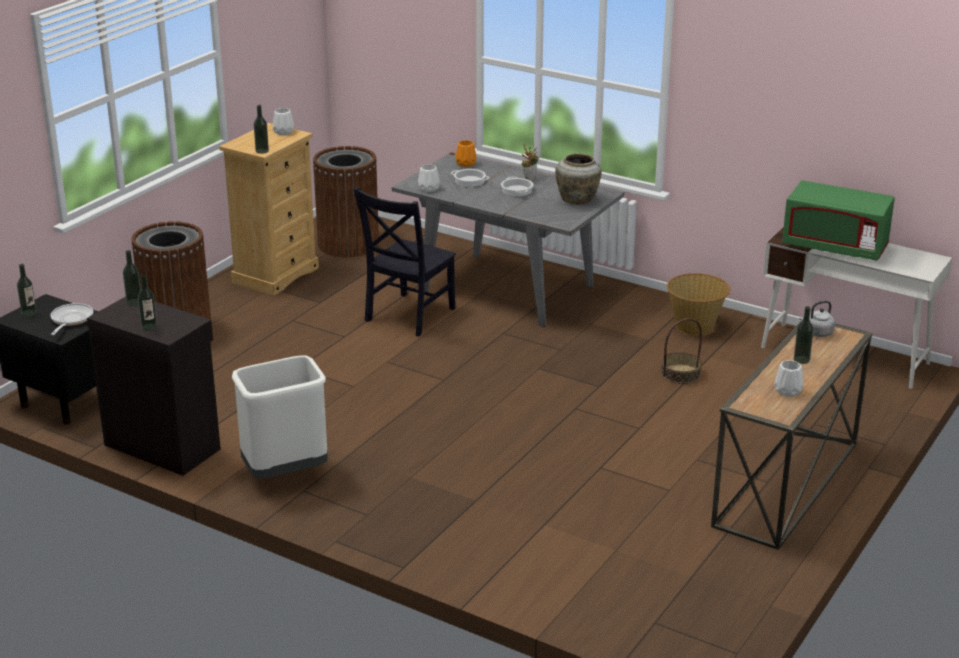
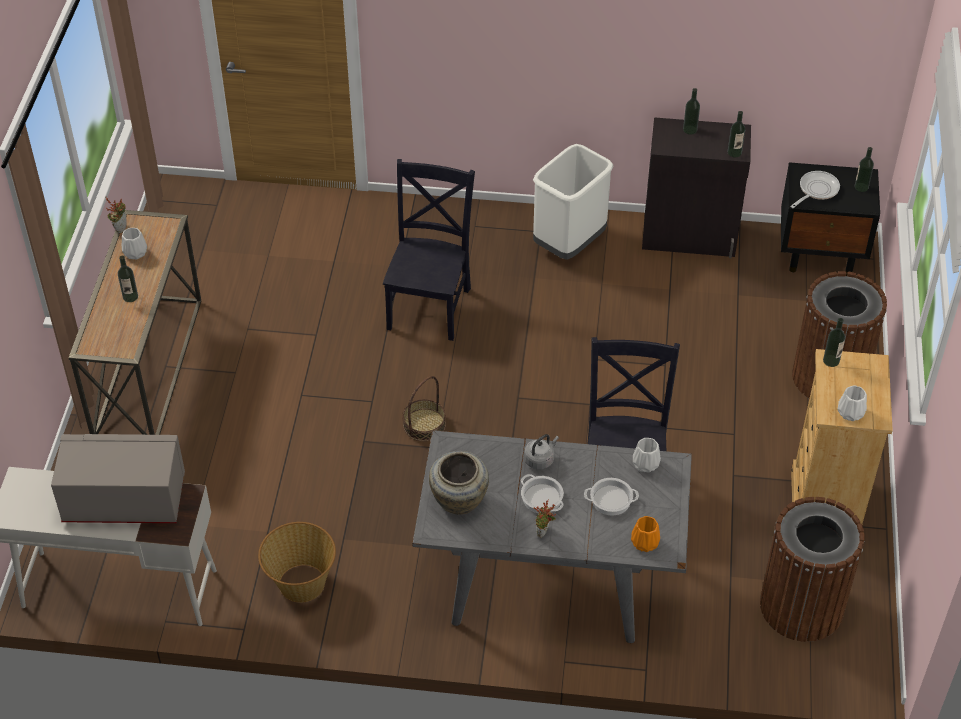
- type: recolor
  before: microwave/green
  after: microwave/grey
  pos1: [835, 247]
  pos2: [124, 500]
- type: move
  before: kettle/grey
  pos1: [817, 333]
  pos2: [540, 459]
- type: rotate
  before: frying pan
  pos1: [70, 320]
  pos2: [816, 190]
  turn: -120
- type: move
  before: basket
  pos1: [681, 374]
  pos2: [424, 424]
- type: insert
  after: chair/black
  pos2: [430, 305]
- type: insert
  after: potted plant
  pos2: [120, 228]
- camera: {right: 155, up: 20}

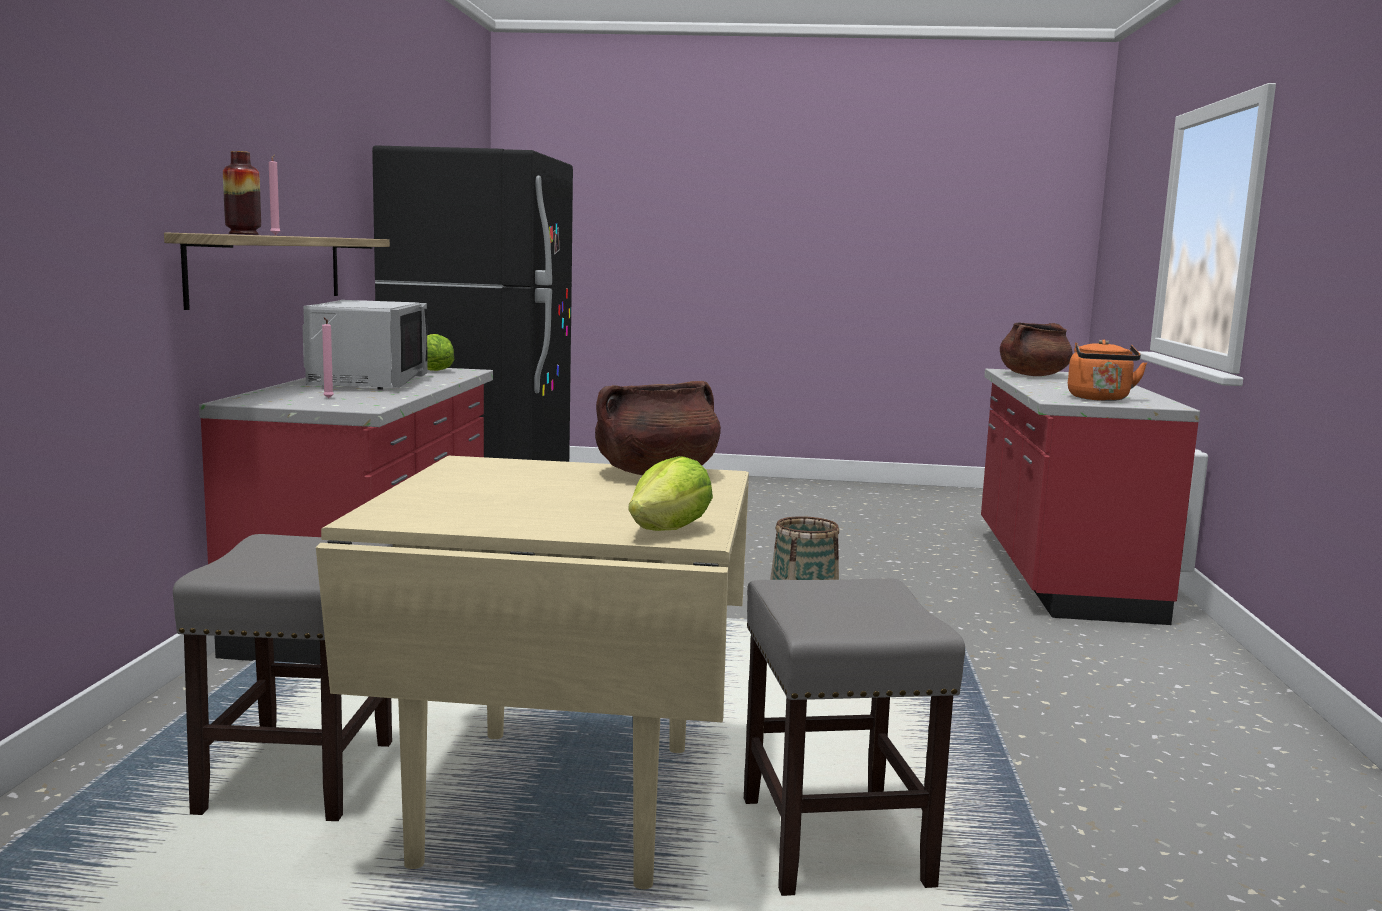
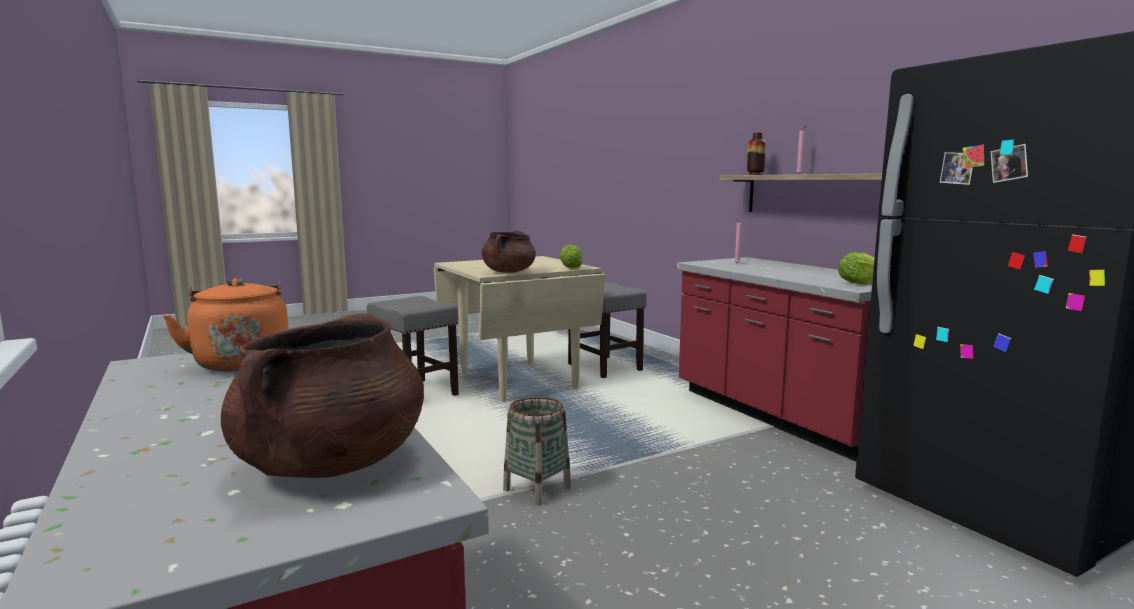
- type: delete
  before: microwave/grey
  pos1: [367, 382]
- type: move
  before: lettuce
  pos1: [670, 530]
  pos2: [570, 268]
- camera: {right: 145, up: 0}

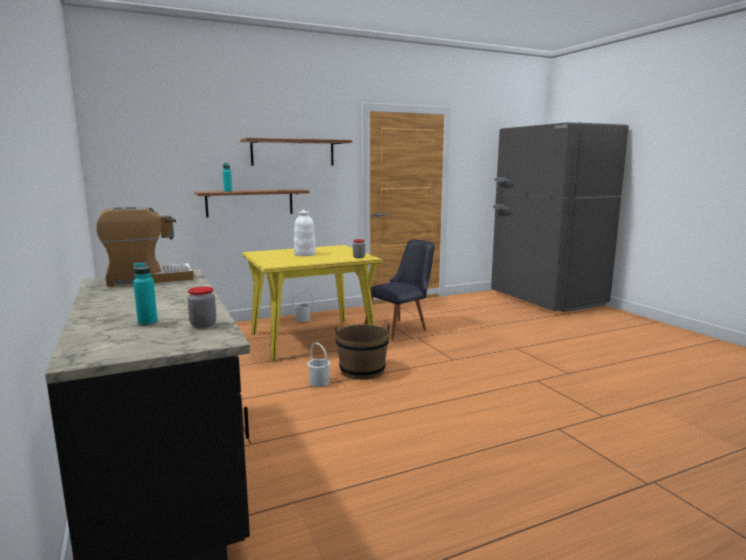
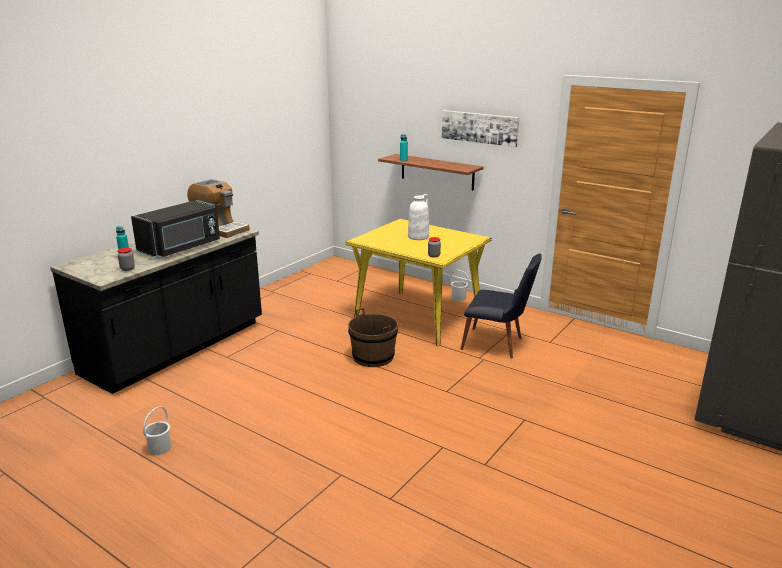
- type: replace
  before: shelf
  after: picture
  pos1: [293, 153]
  pos2: [479, 127]
- type: move
  before: bucket/white
  pos1: [319, 382]
  pos2: [160, 448]
- type: insert
  after: microwave/black
  pos2: [182, 247]
- camera: {right: 60, up: 10}

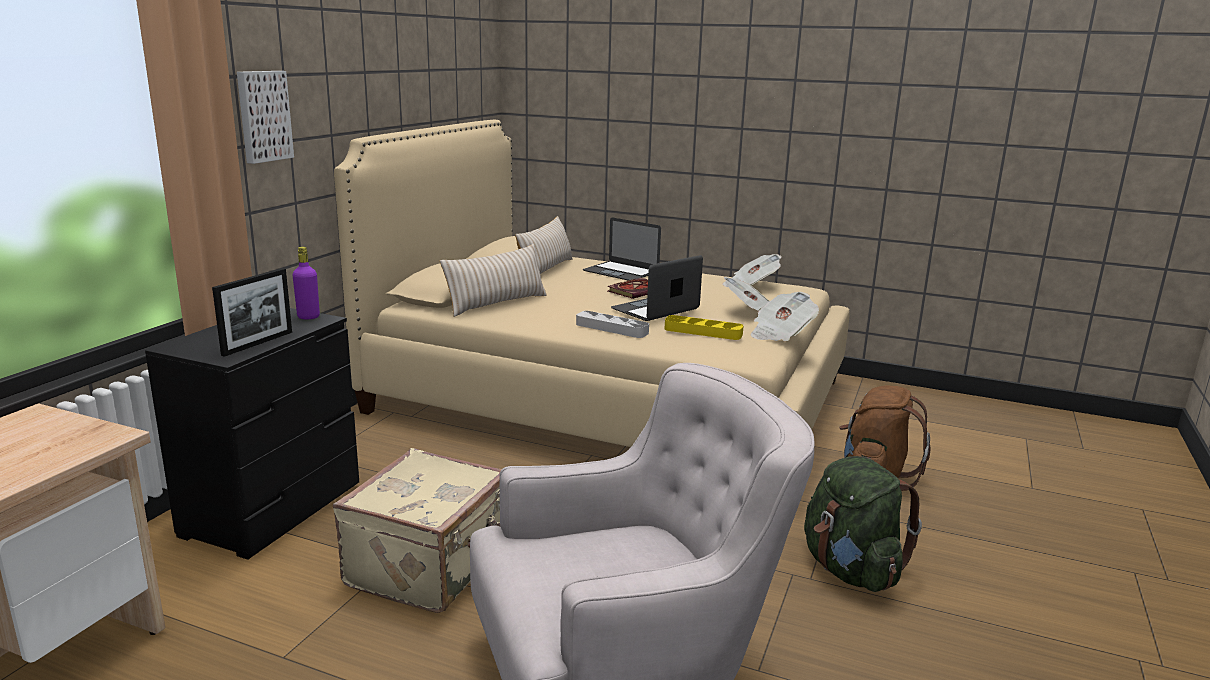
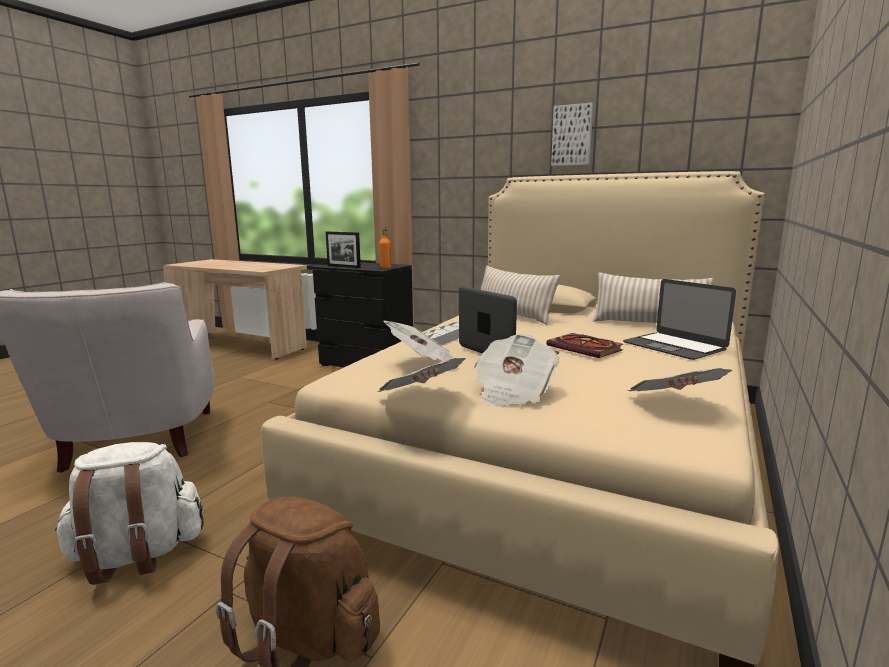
- type: move
  before: picture
  pos1: [263, 116]
  pos2: [572, 135]
- type: rotate
  before: laptop
  pos1: [621, 271]
  pos2: [674, 346]
  turn: -75
- type: recolor
  before: bottle/purple
  after: bottle/orange
  pos1: [308, 317]
  pos2: [385, 268]
- type: replace
  before: tray/yellow
  after: newspaper
  pos1: [703, 332]
  pos2: [423, 362]
- type: delete
  before: suitcase/beige
  pos1: [431, 566]
- type: recolor
  before: backpack/green
  after: backpack/white
  pos1: [850, 570]
  pos2: [137, 555]
- camera: {right: 95, up: -5}

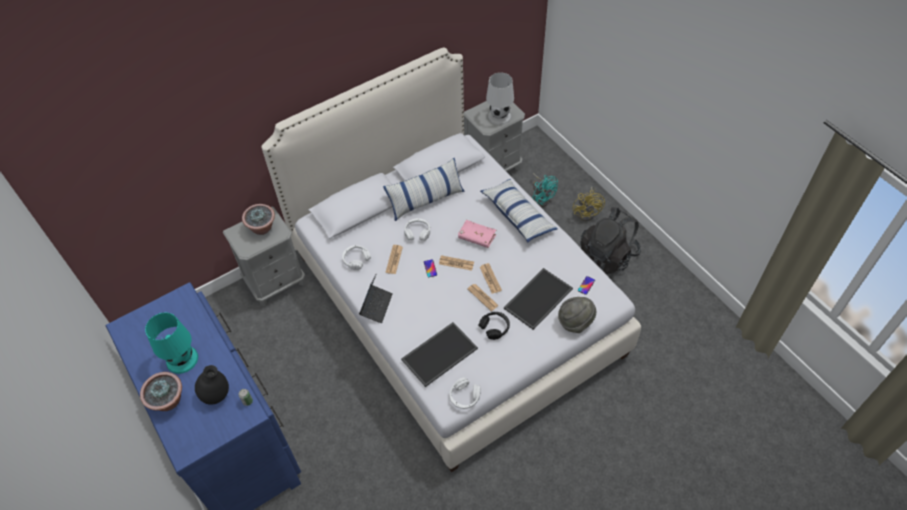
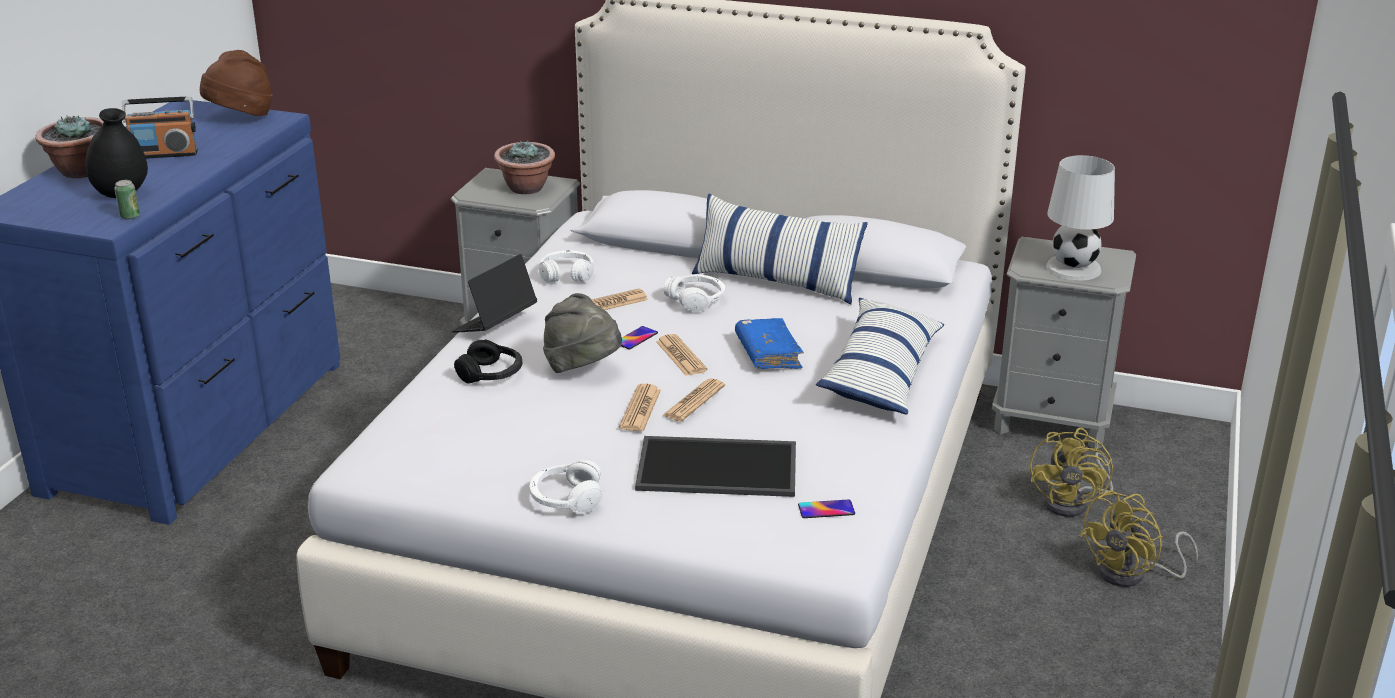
- type: recolor
  before: fan/turquoise
  after: fan/yellow
  pos1: [541, 197]
  pos2: [1073, 503]
- type: delete
  before: backpack/black
  pos1: [608, 255]
- type: recolor
  before: book/pink
  after: book/blue
  pos1: [477, 237]
  pos2: [768, 354]
- type: rotate
  before: laptop
  pos1: [376, 306]
  pos2: [495, 324]
  turn: 150
- type: move
  before: hat/grey
  pos1: [575, 321]
  pos2: [583, 369]
- type: move
  before: headphones/black
  pos1: [495, 327]
  pos2: [491, 374]
- type: replace
  before: table lamp/turquoise
  after: radio
  pos1: [182, 359]
  pos2: [165, 154]
- type: delete
  before: tray
  pos1: [439, 353]
- type: move
  before: headphones/white
  pos1: [464, 397]
  pos2: [566, 498]
- type: insert
  after: hat/brown
  pos2: [241, 117]
- camera: {right: 50, up: -25}

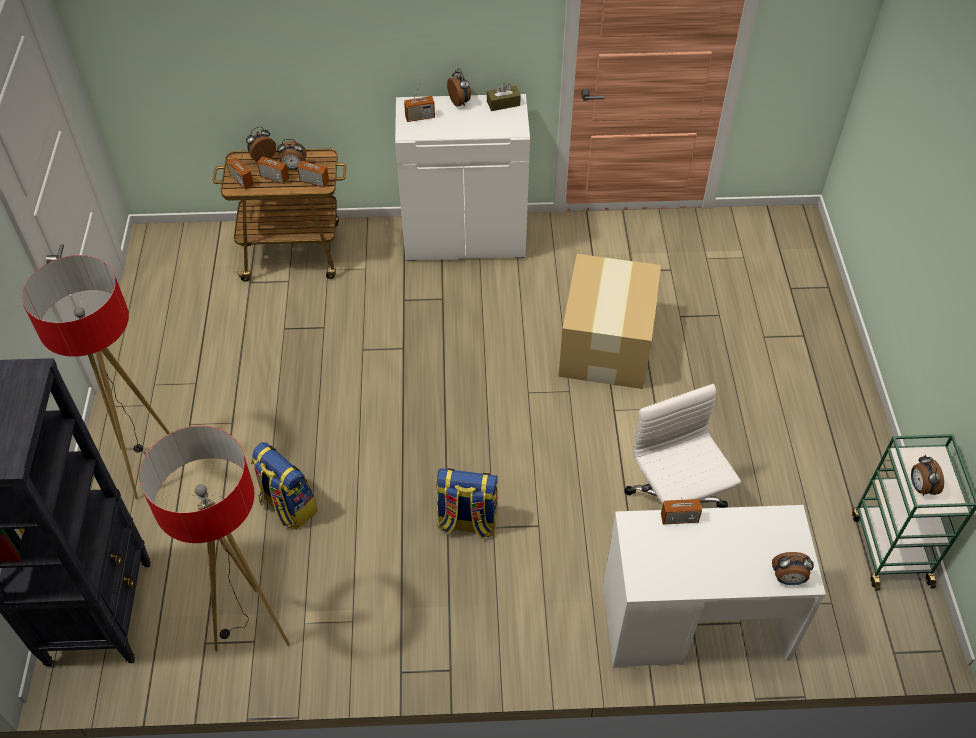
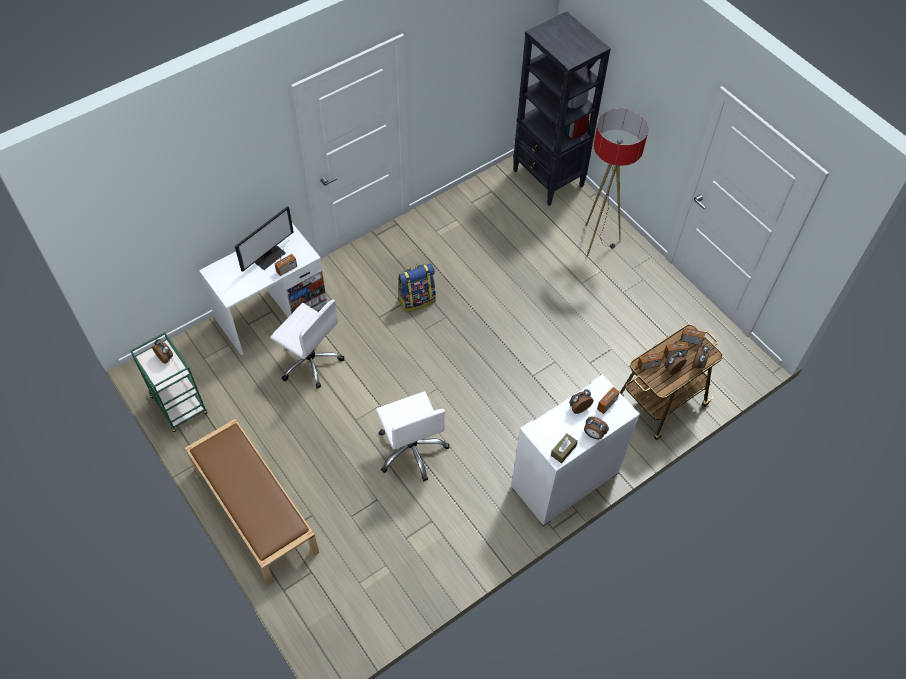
- type: replace
  before: cardboard box
  after: office chair/white
  pos1: [607, 343]
  pos2: [412, 449]
- type: delete
  before: floor lamp
  pos1: [253, 628]
- type: delete
  before: backpack
  pos1: [287, 506]
- type: move
  before: alarm clock
  pos1: [788, 579]
  pos2: [578, 407]
- type: insert
  after: monitor
  pos2: [268, 256]
- type: insert
  after: bench/brown
  pos2: [254, 509]
- camera: {right: 145, up: 5}

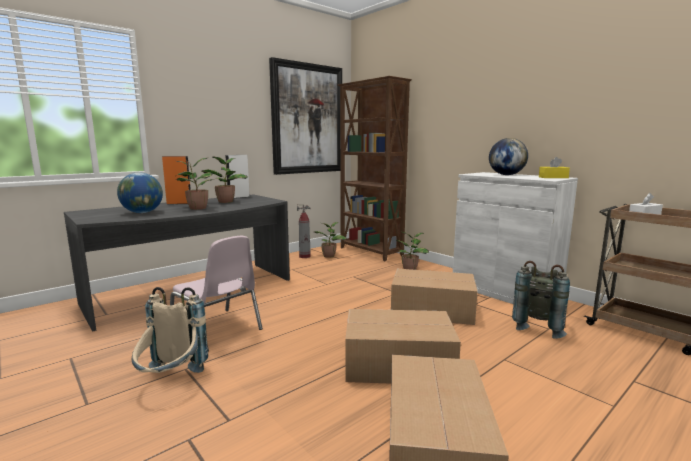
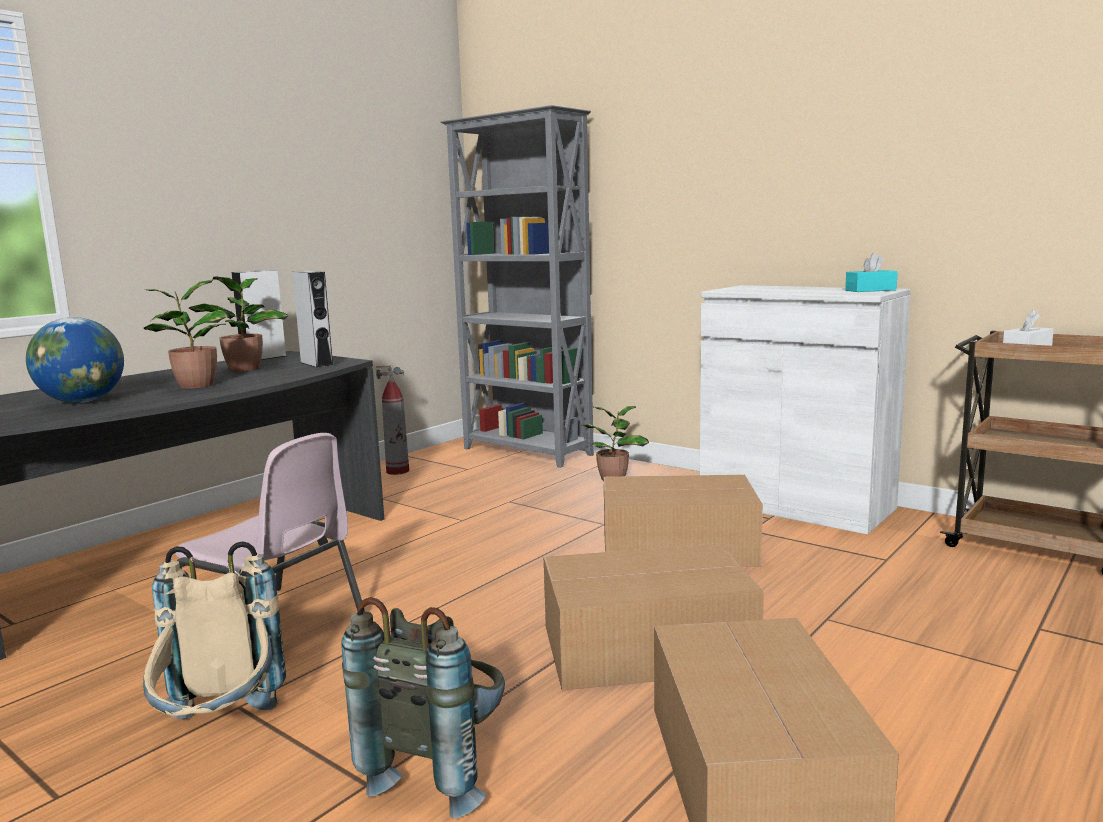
- type: delete
  before: picture
  pos1: [307, 119]
- type: recolor
  before: bookcase/brown
  after: bookcase/grey
  pos1: [371, 252]
  pos2: [527, 452]
- type: delete
  before: globe
  pos1: [506, 175]
- type: delete
  before: speaker/orange
  pos1: [179, 203]
- type: recolor
  before: tissue box/yellow
  after: tissue box/turquoise
  pos1: [553, 177]
  pos2: [870, 290]
- type: delete
  before: potted plant
  pos1: [329, 255]
- type: move
  before: backpack/grey
  pos1: [538, 326]
  pos2: [440, 769]
- type: insert
  after: speaker/grey
  pos2: [316, 364]
- camera: {right: -10, up: 0}

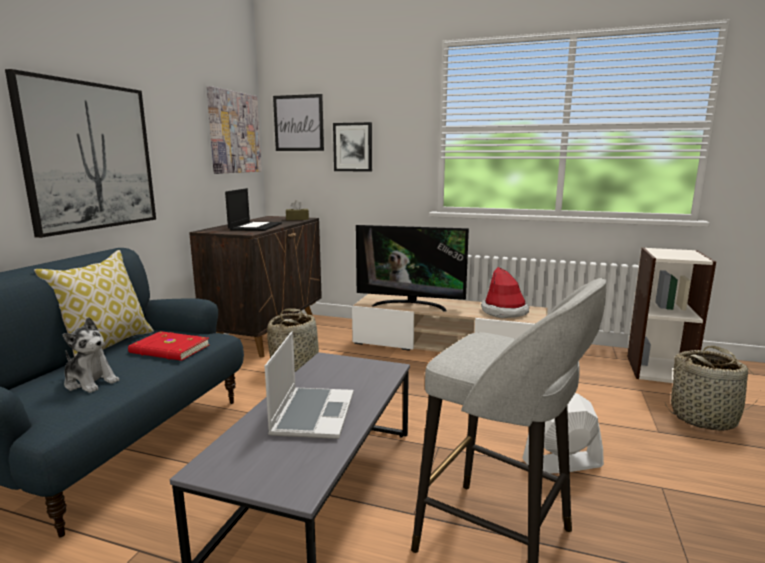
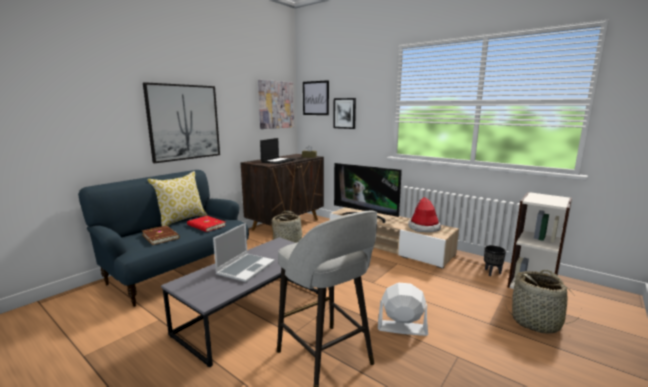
- type: replace
  before: plush toy
  after: book/brown
  pos1: [91, 382]
  pos2: [161, 236]
- type: insert
  after: planter/black
  pos2: [492, 273]
- camera: {right: 20, up: 0}

